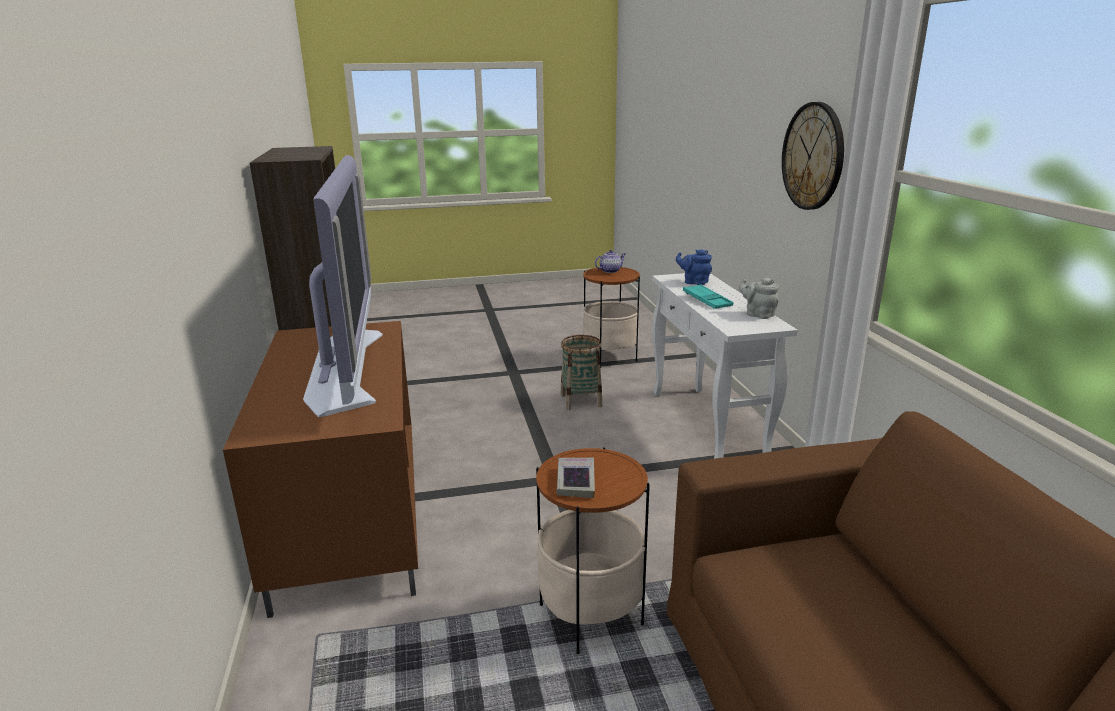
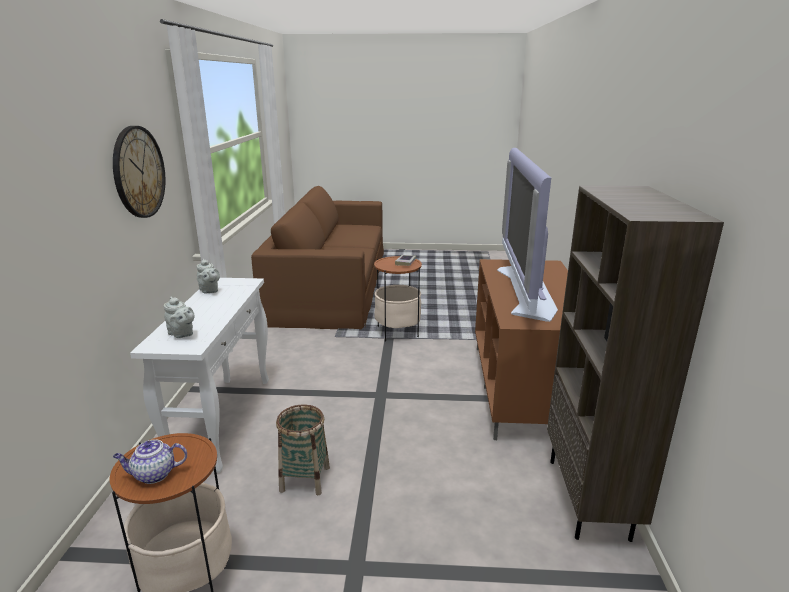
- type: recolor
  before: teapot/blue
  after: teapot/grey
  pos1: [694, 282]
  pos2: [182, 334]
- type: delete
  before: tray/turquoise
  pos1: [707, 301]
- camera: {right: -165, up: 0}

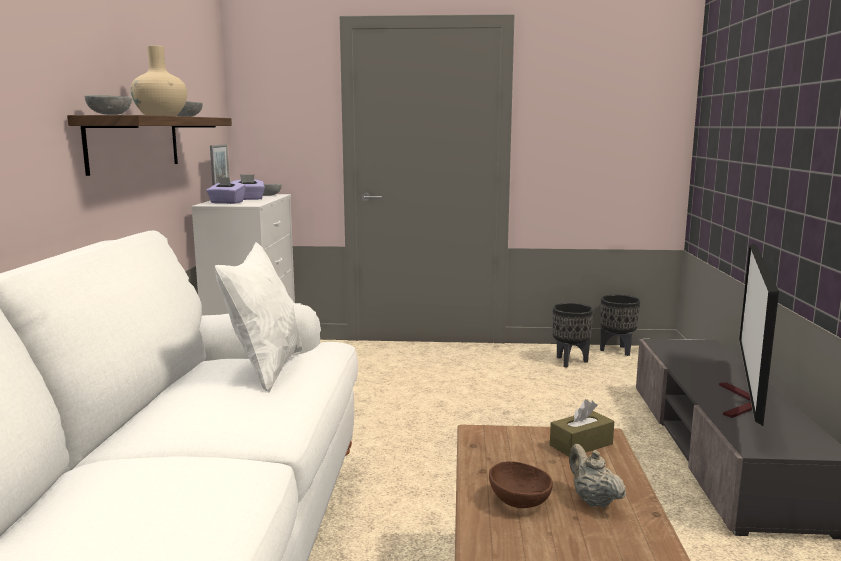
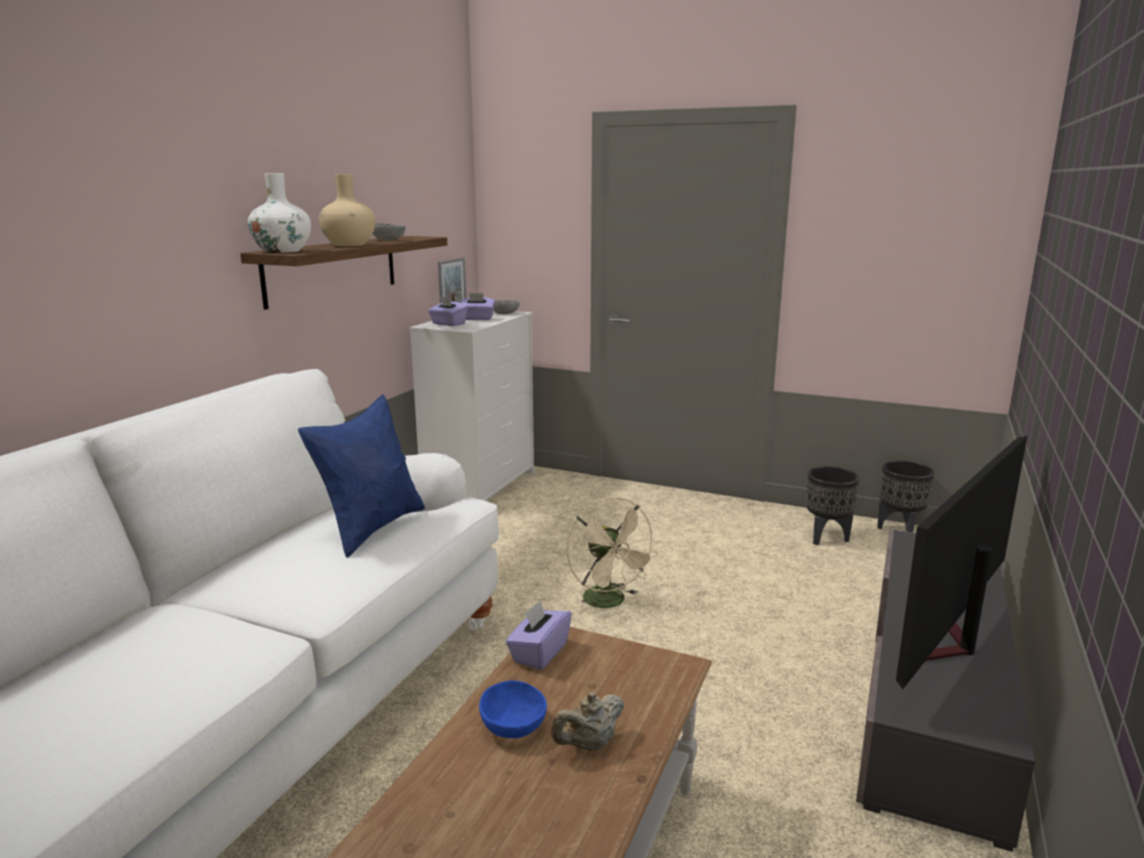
- type: replace
  before: bowl/grey
  after: vase/white
  pos1: [111, 114]
  pos2: [282, 251]
- type: recolor
  before: pillow/white
  after: pillow/blue
  pos1: [265, 370]
  pos2: [371, 528]
- type: delete
  before: tissue box/brown
  pos1: [581, 444]
- type: rotate
  before: teapot/beige
  pos1: [593, 500]
  pos2: [589, 744]
  turn: -120
- type: recolor
  before: bowl/brown
  after: bowl/blue
  pos1: [520, 500]
  pos2: [514, 726]
- type: insert
  after: fan/beige
  pos2: [610, 602]
- type: insert
  after: tissue box/purple
  pos2: [539, 653]
- camera: {right: 20, up: 5}

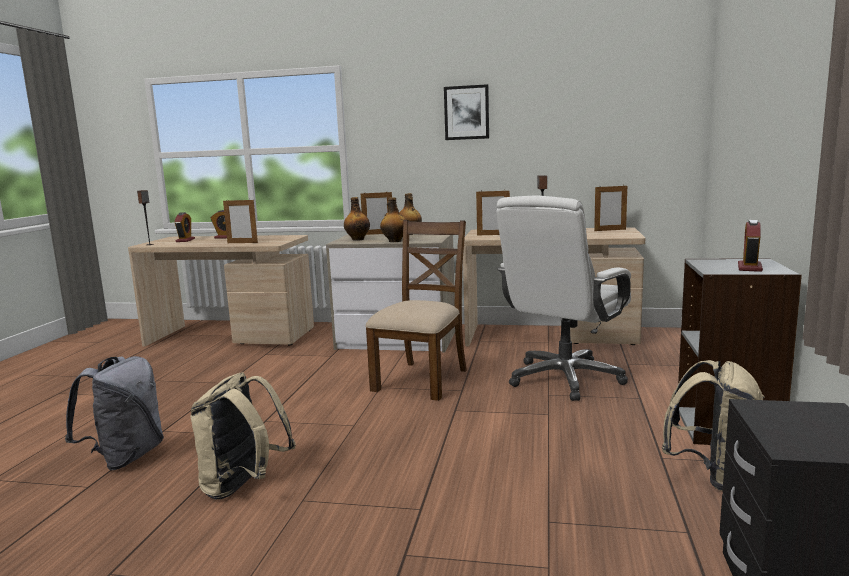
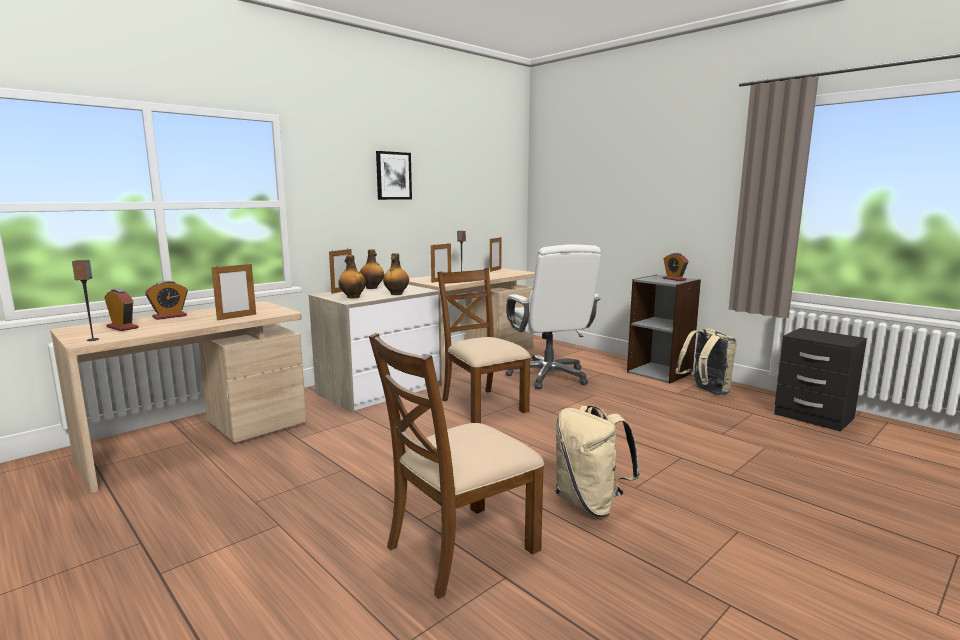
- type: replace
  before: backpack/grey
  after: chair/brown
  pos1: [126, 457]
  pos2: [460, 548]
- camera: {right: -55, up: 0}

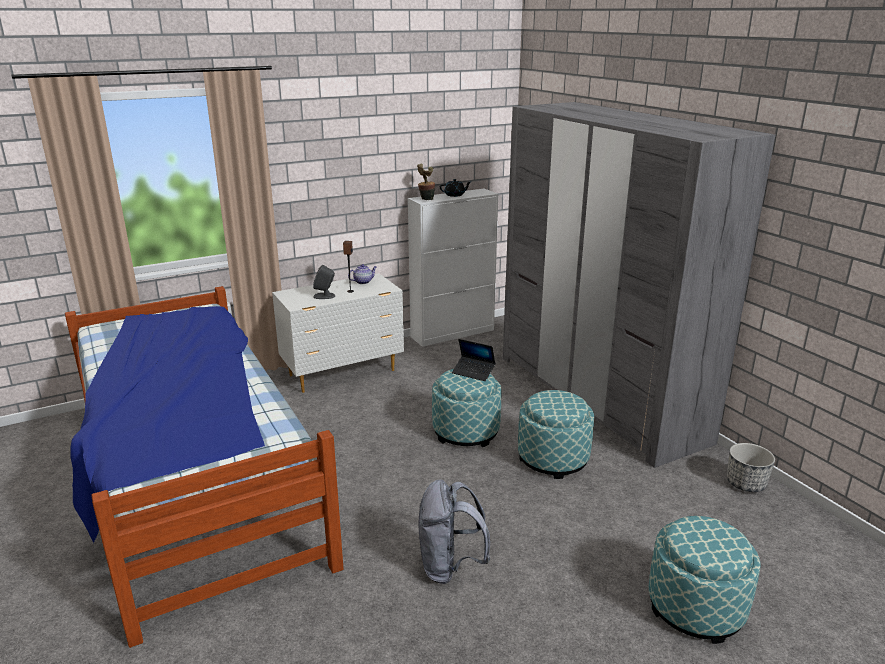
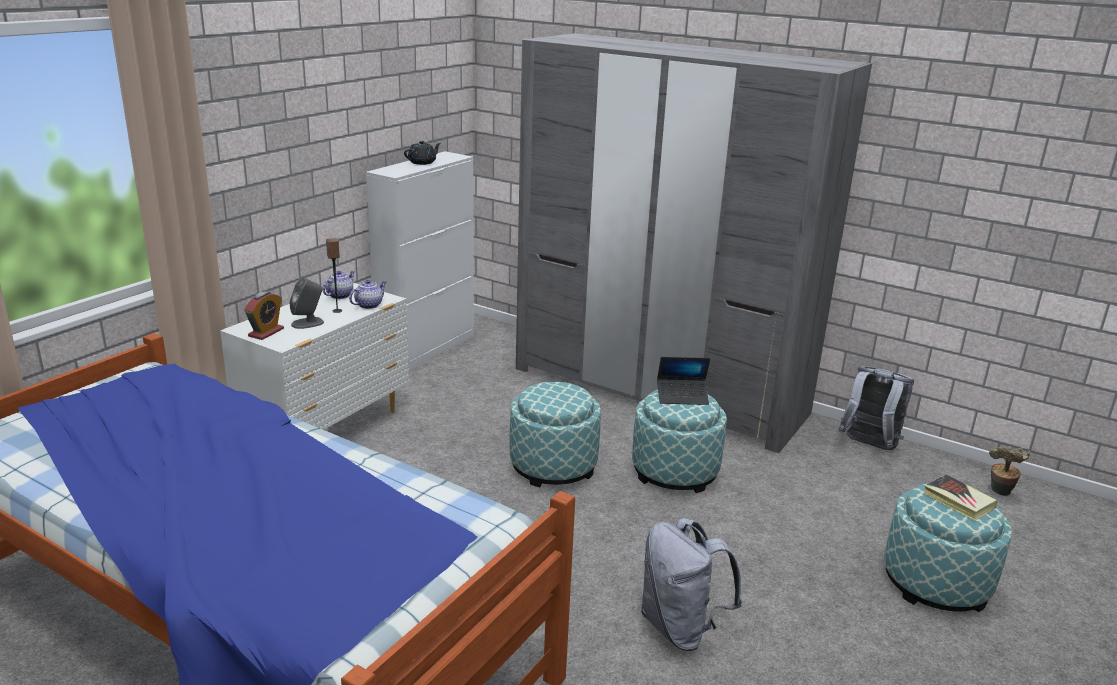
- type: move
  before: potted plant
  pos1: [425, 199]
  pos2: [999, 493]
- type: move
  before: laptop
  pos1: [473, 372]
  pos2: [682, 397]
- type: replace
  before: planter
  after: backpack/grey
  pos1: [745, 483]
  pos2: [868, 446]
- type: insert
  after: teapot
  pos2: [369, 305]
- type: insert
  after: alarm clock
  pos2: [266, 332]
- type: insert
  after: book
  pos2: [958, 501]
- camera: {right: -30, up: 0}

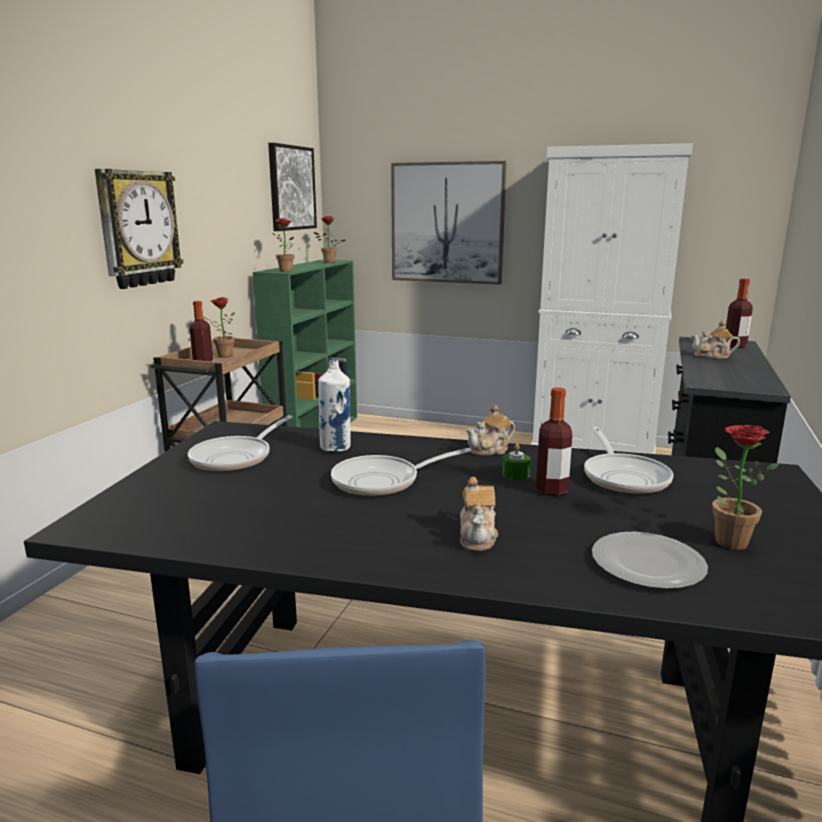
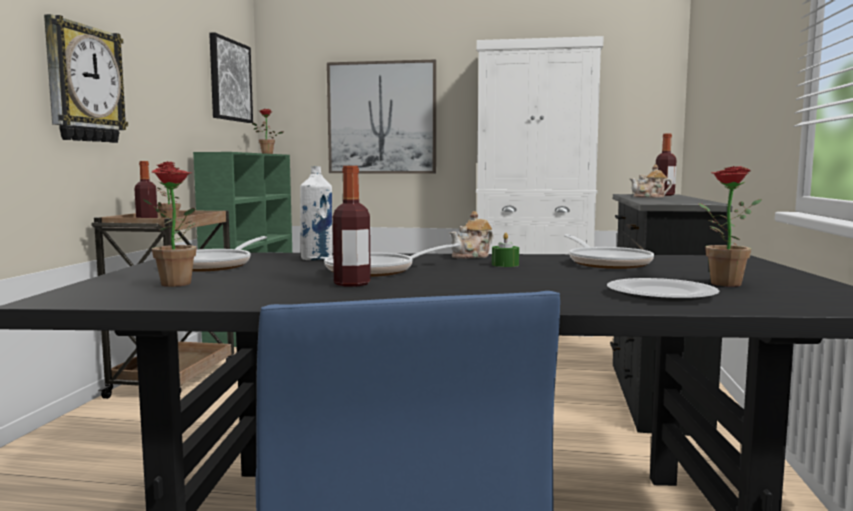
- type: move
  before: potted plant
  pos1: [288, 271]
  pos2: [181, 284]
- type: move
  before: bottle
  pos1: [551, 490]
  pos2: [352, 284]
- type: delete
  before: teapot
  pos1: [478, 536]
- camera: {right: -10, up: -10}

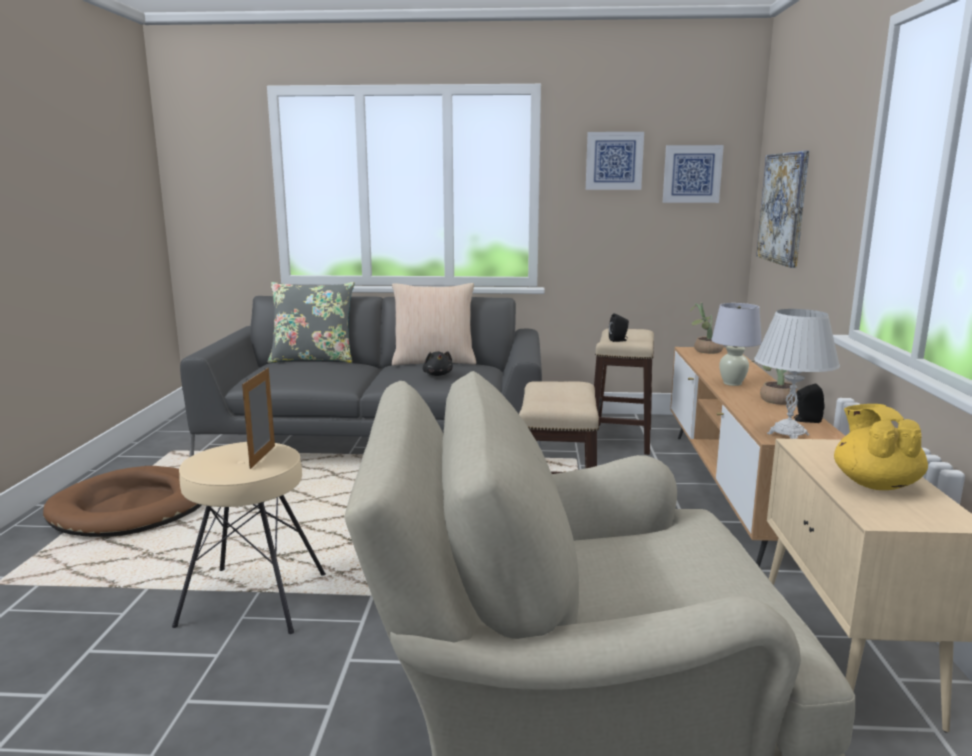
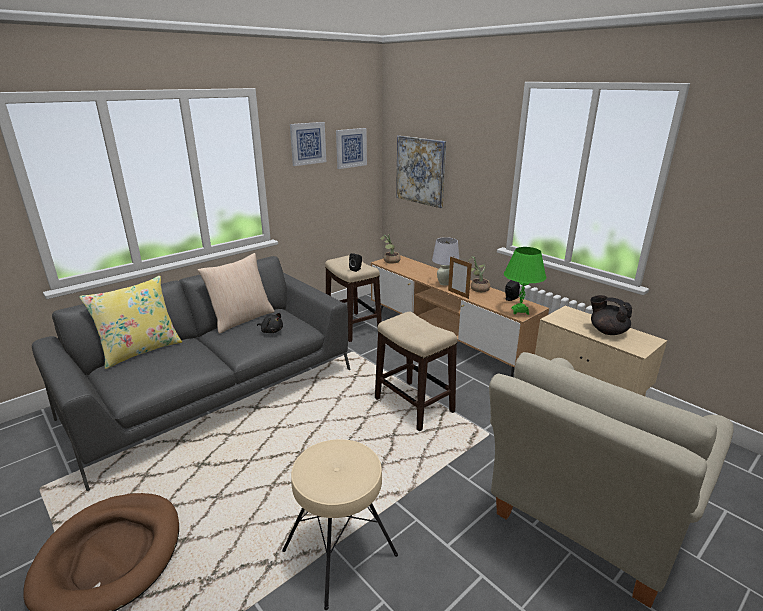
- type: recolor
  before: pillow/grey
  after: pillow/yellow
  pos1: [313, 359]
  pos2: [140, 350]
- type: recolor
  before: table lamp/white
  after: table lamp/green
  pos1: [788, 434]
  pos2: [520, 311]
- type: move
  before: picture frame
  pos1: [262, 457]
  pos2: [458, 294]
- type: recolor
  before: teapot/yellow
  after: teapot/black
  pos1: [875, 483]
  pos2: [607, 331]
- camera: {right: -45, up: 10}

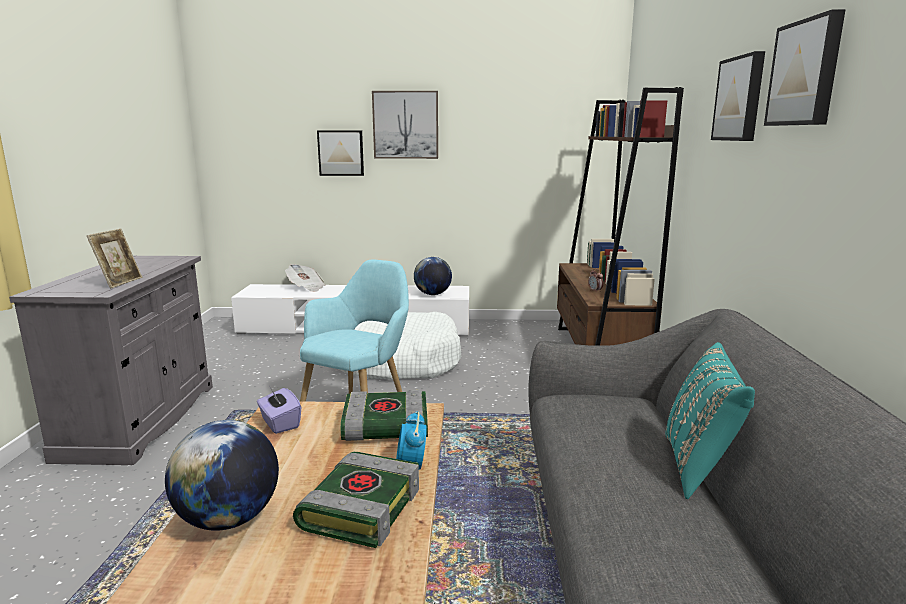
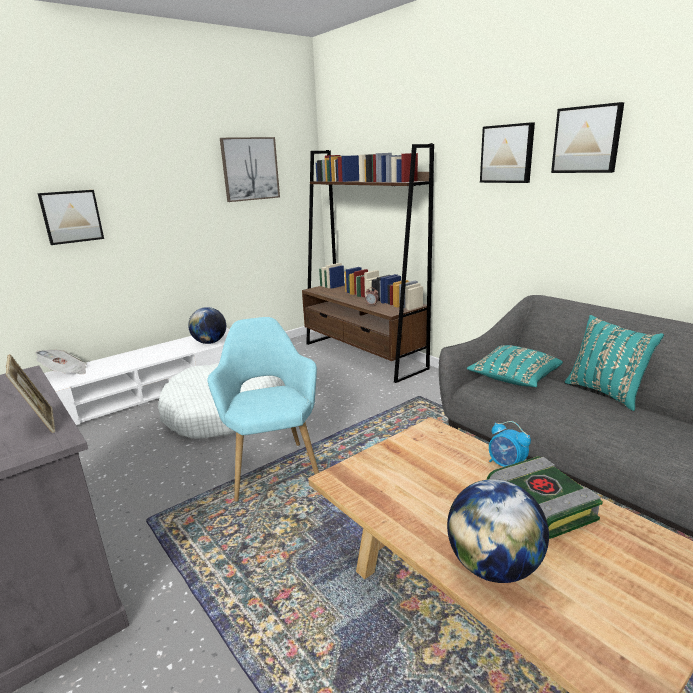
- type: move
  before: picture
  pos1: [405, 125]
  pos2: [250, 169]
- type: delete
  before: tissue box/purple
  pos1: [280, 423]
- type: delete
  before: book
  pos1: [384, 428]
- type: insert
  after: pillow/turquoise
  pos2: [513, 379]
- camera: {right: -40, up: 5}

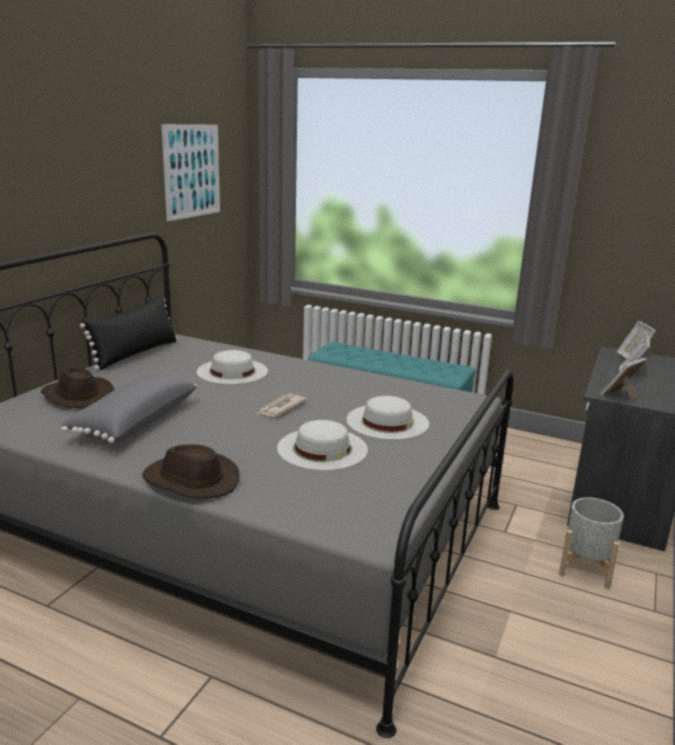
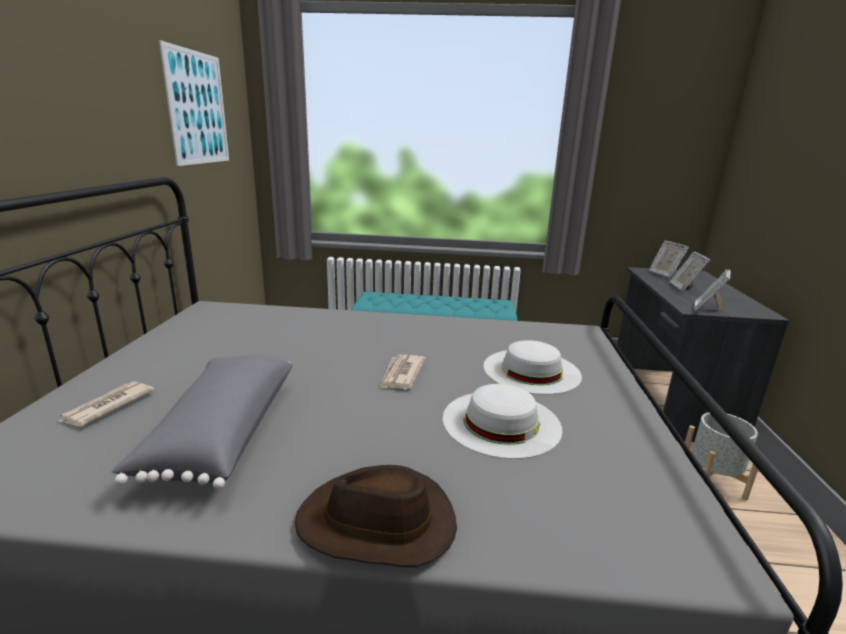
- type: delete
  before: pillow/black
  pos1: [136, 353]
- type: delete
  before: hat/white
  pos1: [232, 371]
- type: replace
  before: hat/brown
  after: newspaper
  pos1: [76, 396]
  pos2: [106, 406]
- camera: {right: -20, up: 0}

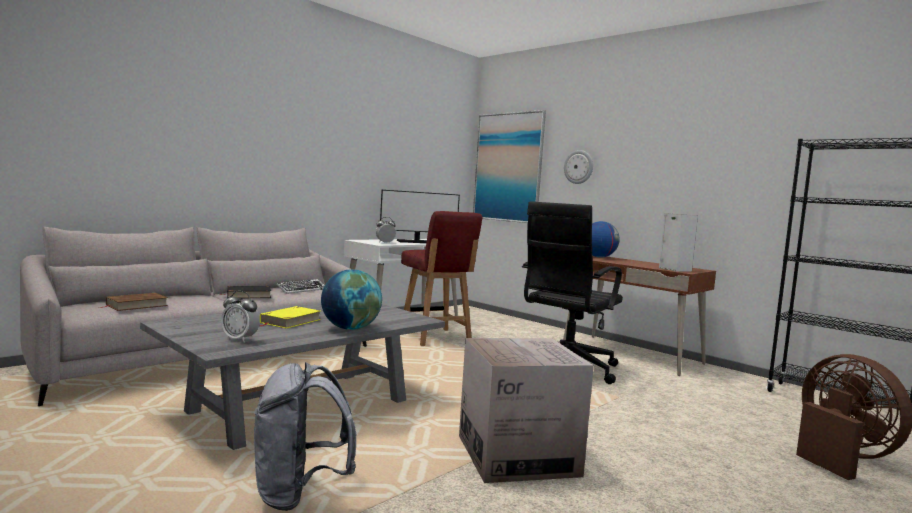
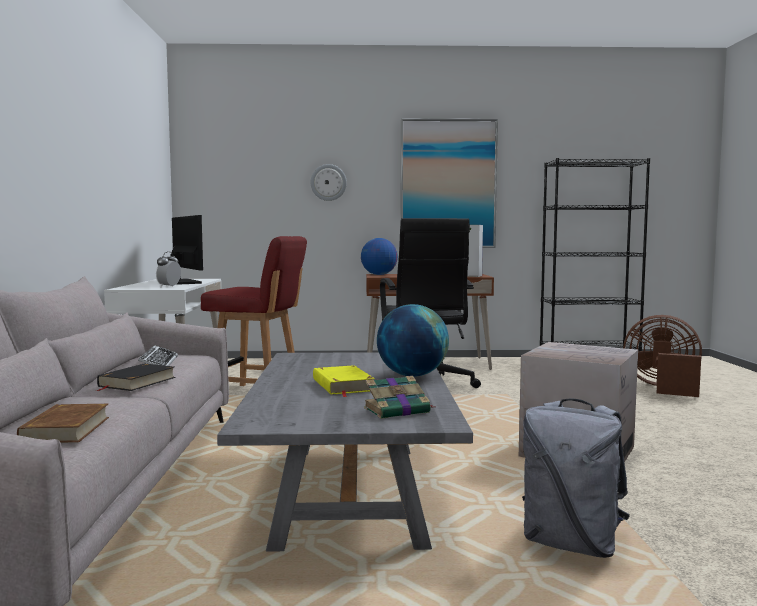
- type: move
  before: picture
  pos1: [508, 167]
  pos2: [448, 184]
- type: rotate
  before: monitor
  pos1: [417, 242]
  pos2: [182, 282]
  turn: -60
- type: replace
  before: alarm clock
  after: book
  pos1: [240, 339]
  pos2: [398, 410]
- camera: {right: -45, up: 0}

